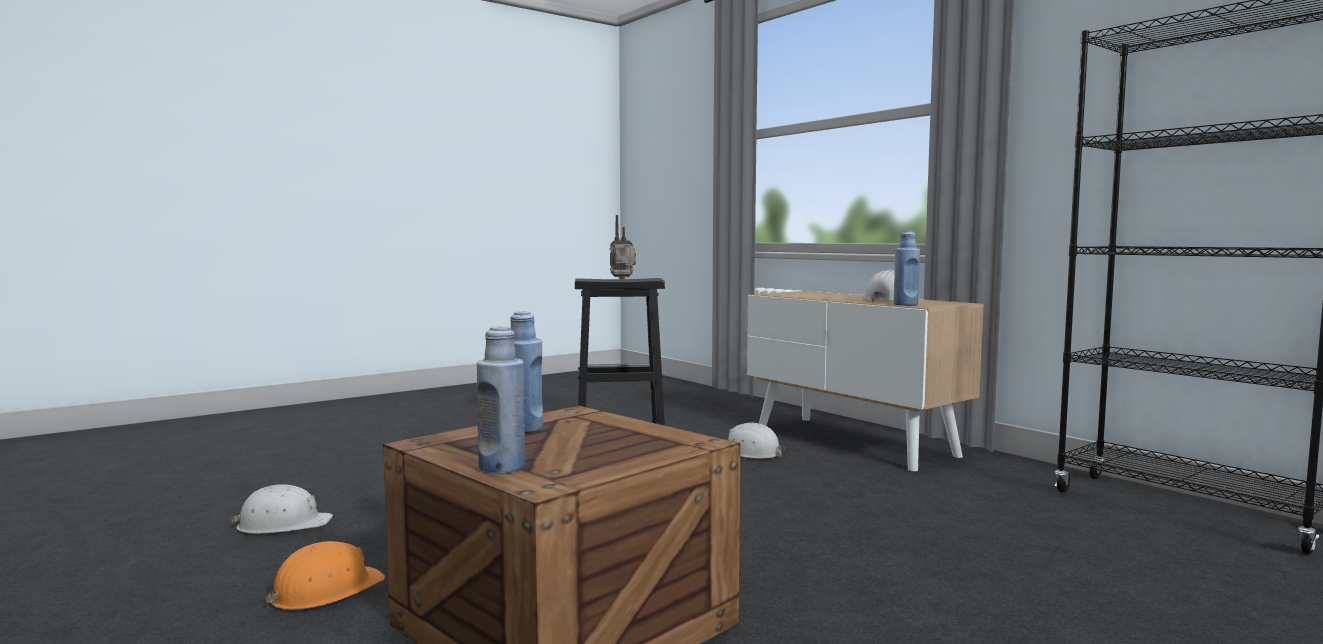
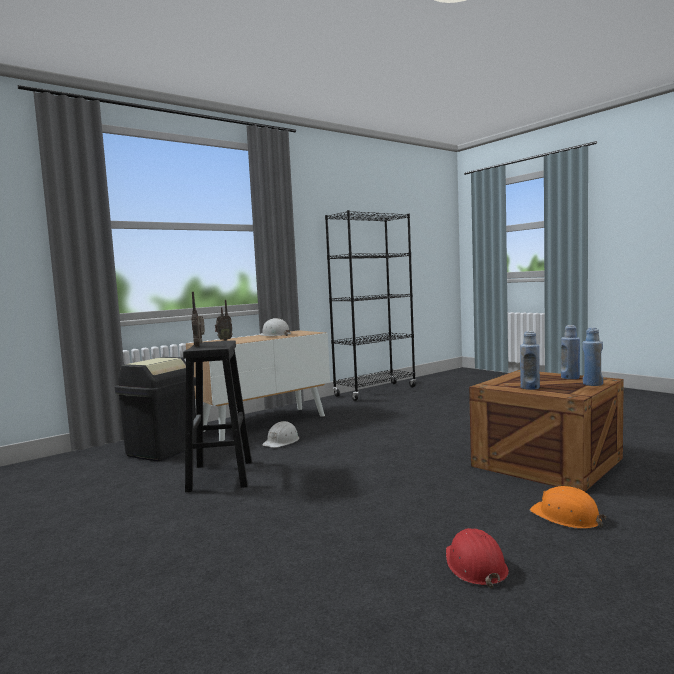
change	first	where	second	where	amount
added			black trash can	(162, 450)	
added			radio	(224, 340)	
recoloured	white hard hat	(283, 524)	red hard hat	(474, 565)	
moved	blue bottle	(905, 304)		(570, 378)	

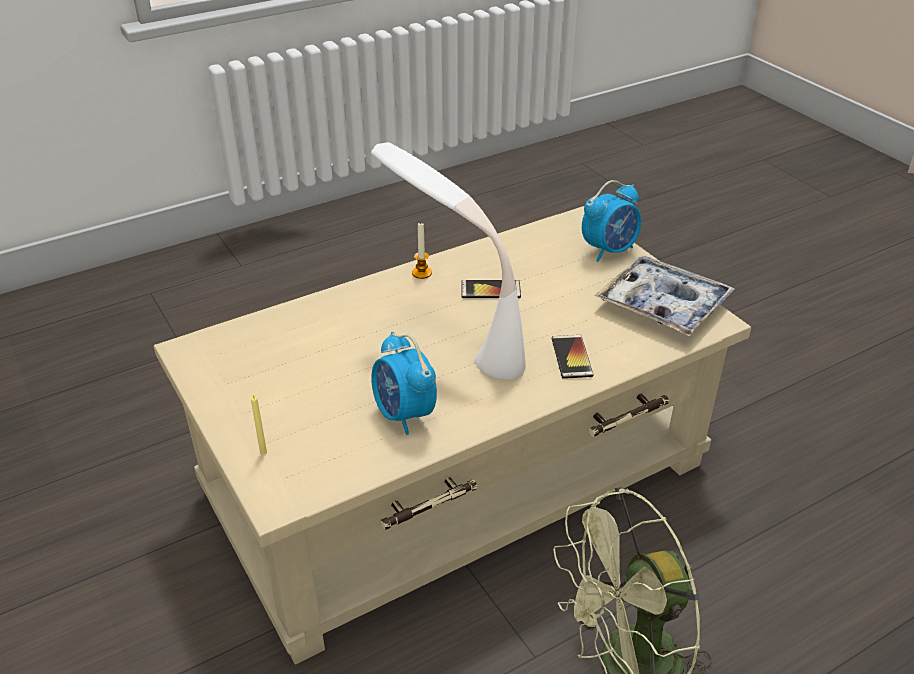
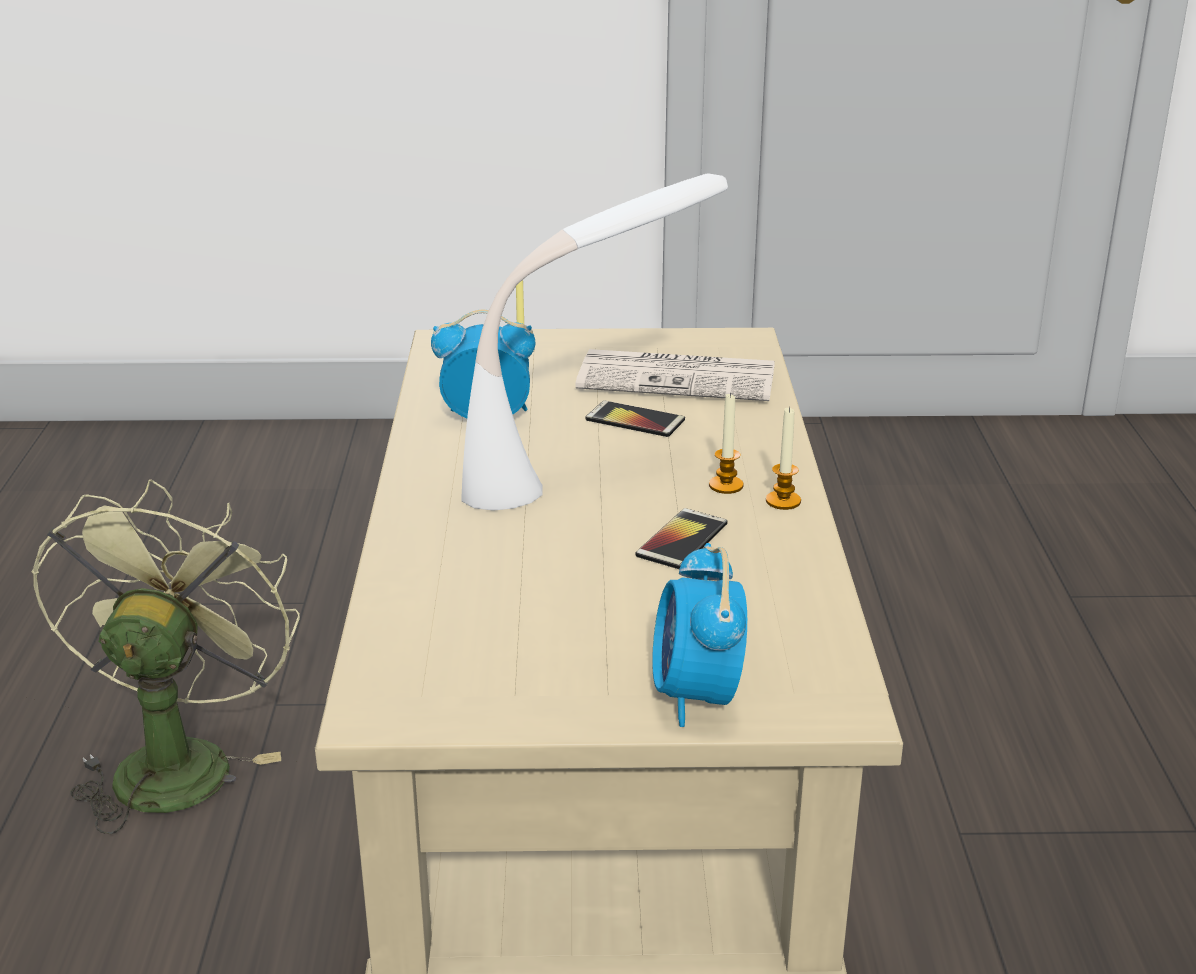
change	first	where	second	where	amount
added			newspaper	(680, 378)	
moved	phone	(571, 357)		(635, 420)	
added			candle	(726, 485)	
removed	tray	(663, 305)			

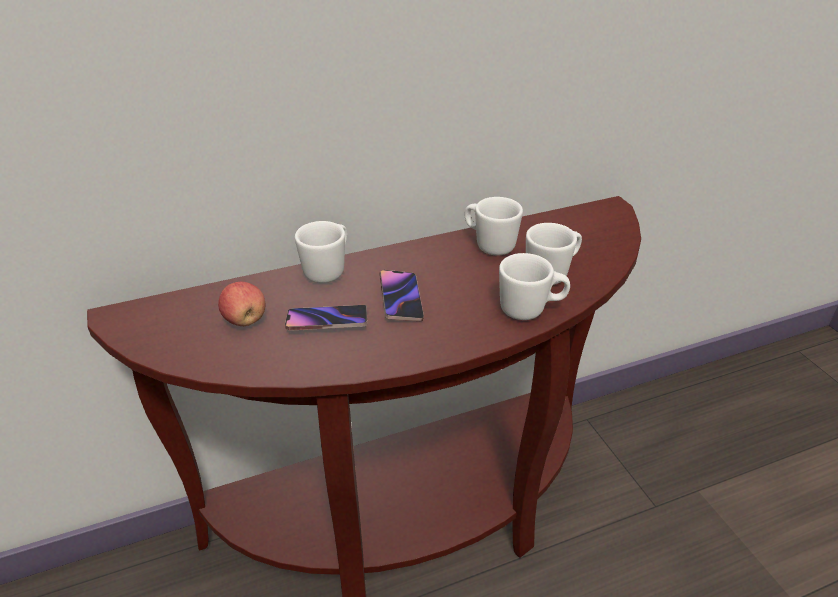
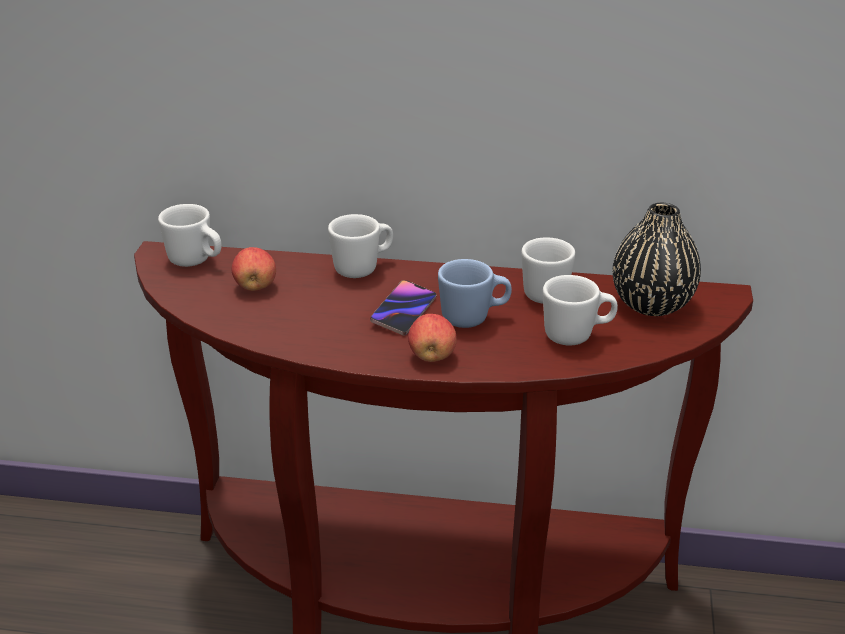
change	first	where	second	where	amount
moved	white mug	(530, 310)		(196, 261)	
added			apple	(432, 356)	
added			blue mug	(474, 318)	
added			black vase	(652, 304)	
removed	phone	(327, 321)			

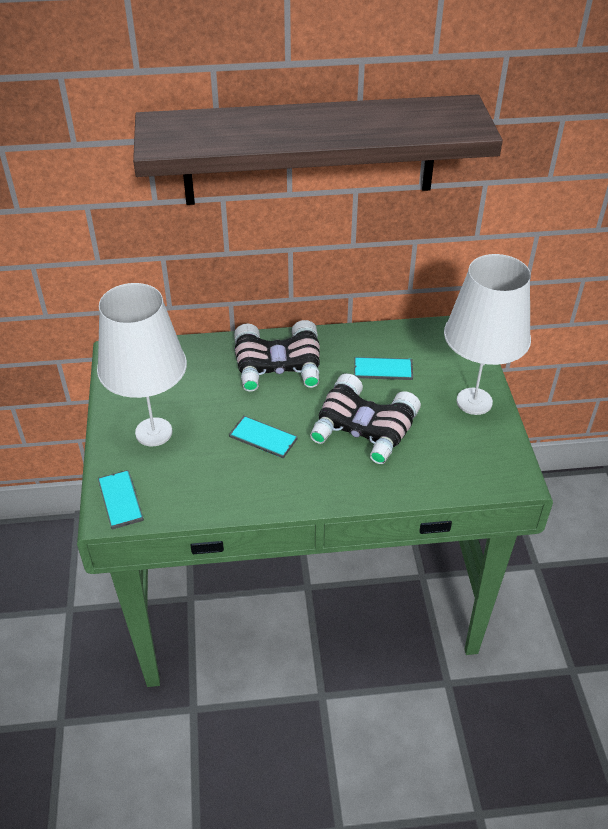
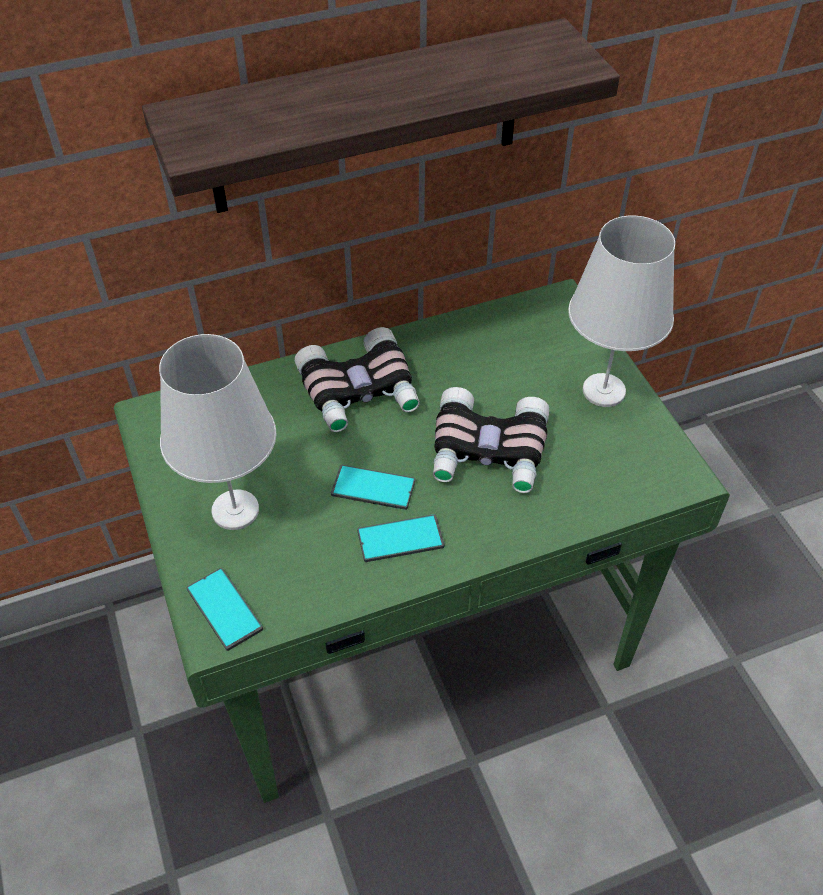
change	first	where	second	where	amount
moved	phone	(383, 369)		(400, 539)	

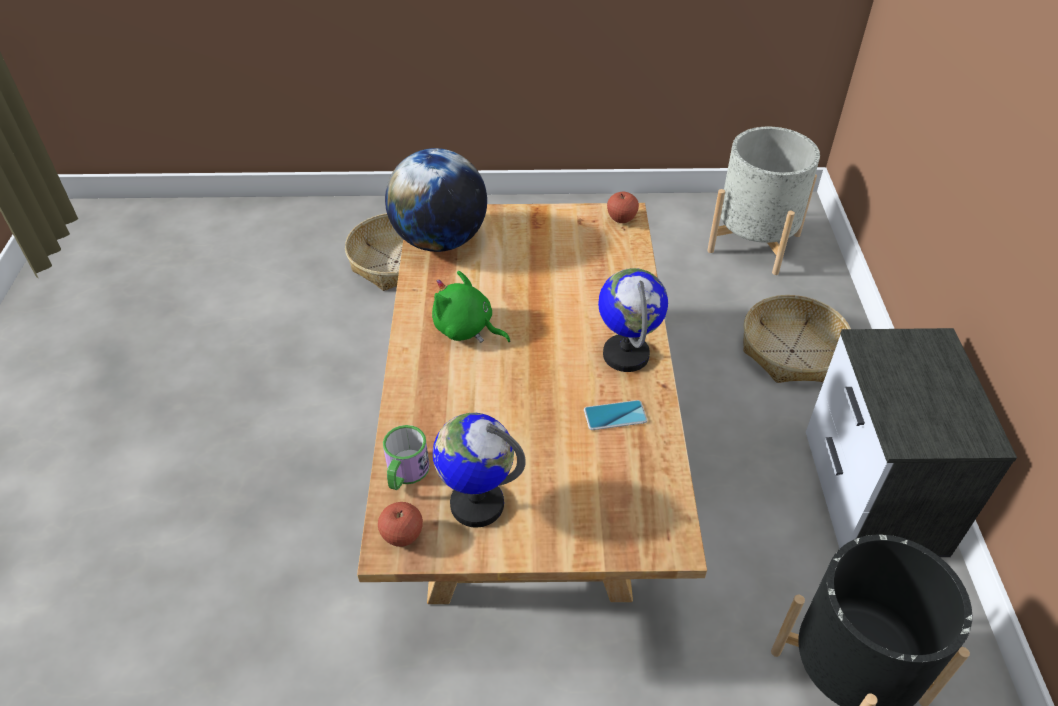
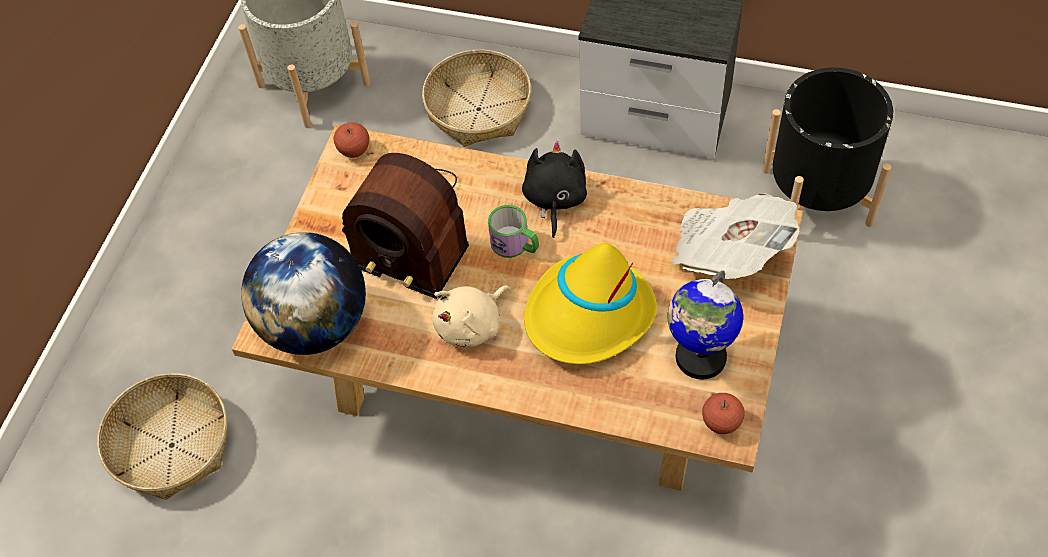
change	first	where	second	where	amount
added			radio	(406, 232)	
recoloured	green plush toy	(466, 329)	beige plush toy	(472, 325)	
moved	mug	(405, 473)		(515, 245)	
replaced	globe	(626, 354)	black plush toy	(554, 199)	
added			yellow hat	(589, 315)	
added			newspaper	(729, 252)	
removed	phone	(615, 416)			

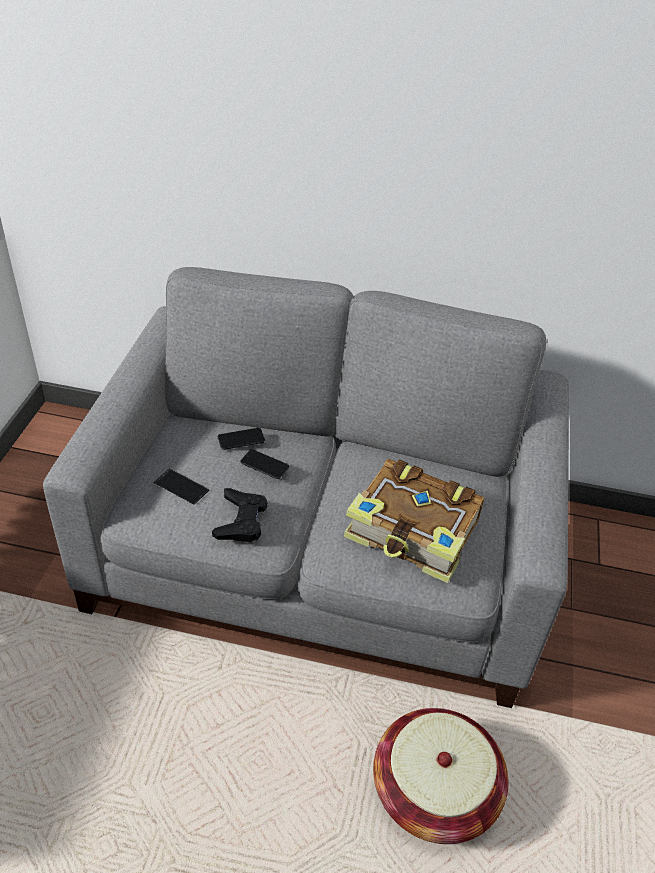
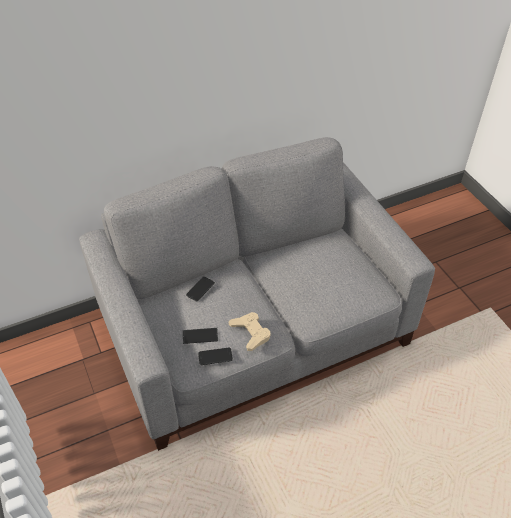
change	first	where	second	where	amount
moved	phone	(264, 465)		(215, 356)	
recoloured	black game controller	(241, 520)	beige game controller	(250, 333)	
removed	book	(414, 532)			
removed	basket	(434, 791)			

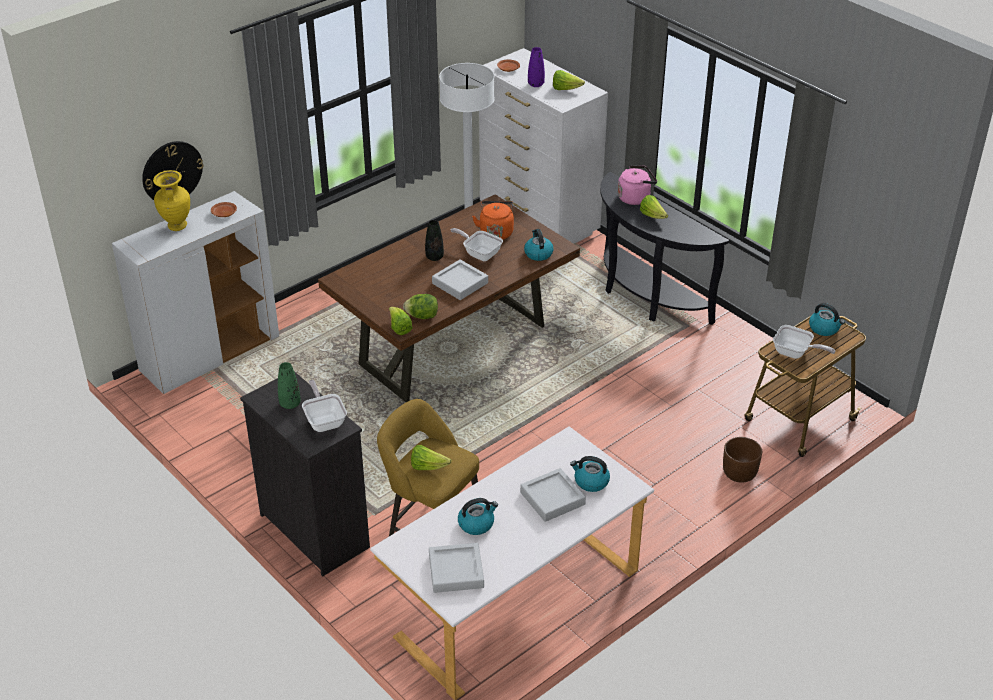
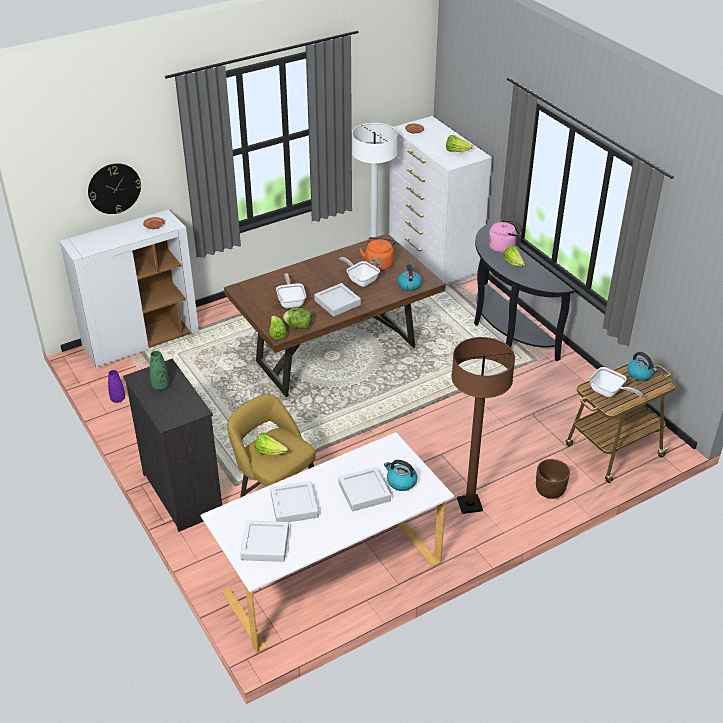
change	first	where	second	where	amount
moved	purple vase	(536, 84)		(118, 399)	
replaced	kettle	(476, 524)	grey tray	(294, 505)	
moved	frying pan	(324, 420)		(291, 301)	
added			brown floor lamp	(469, 505)	
removed	yellow vase	(176, 226)			
removed	black vase	(434, 257)			

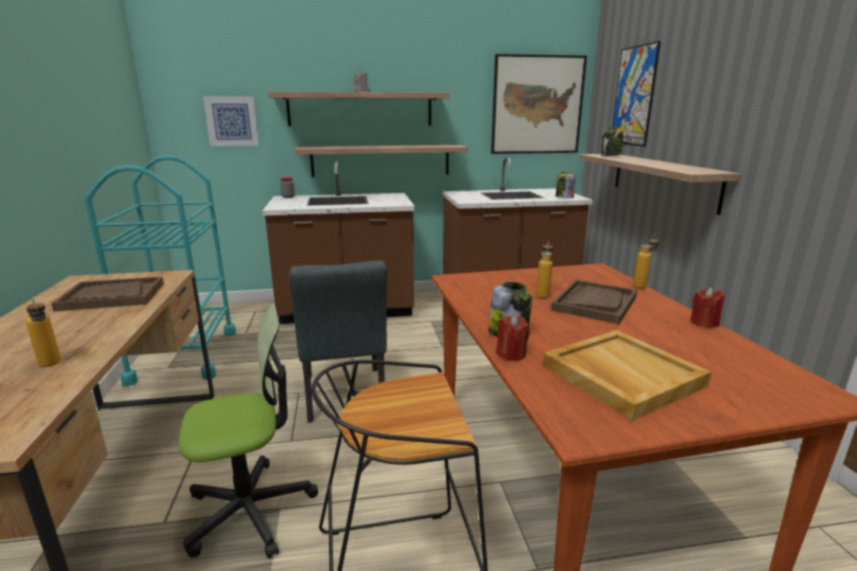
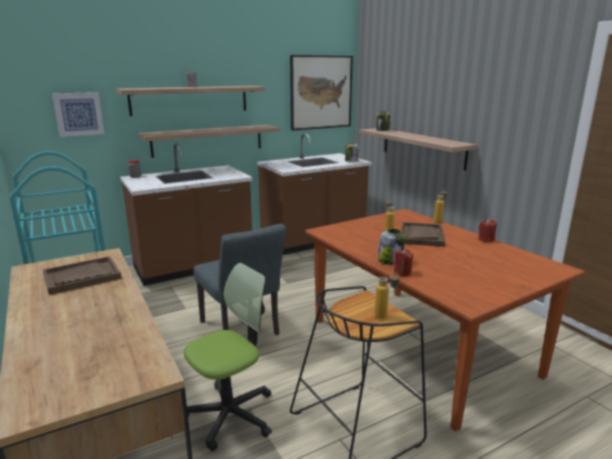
change	first	where	second	where	amount
moved	bottle	(51, 366)		(385, 317)	
removed	beige tray	(620, 375)			
removed	picture	(634, 96)			

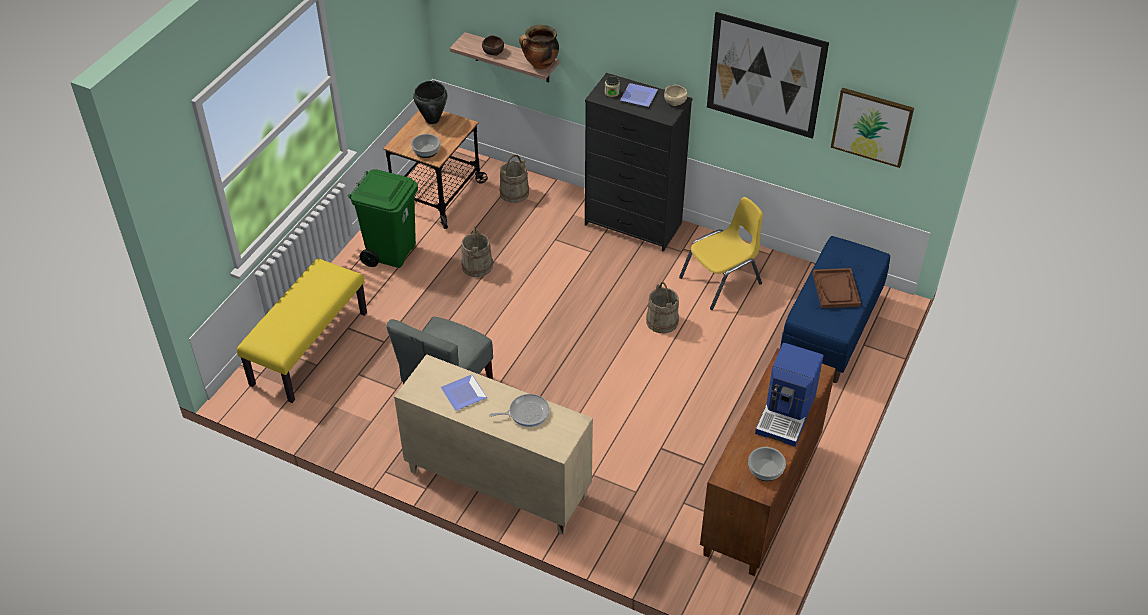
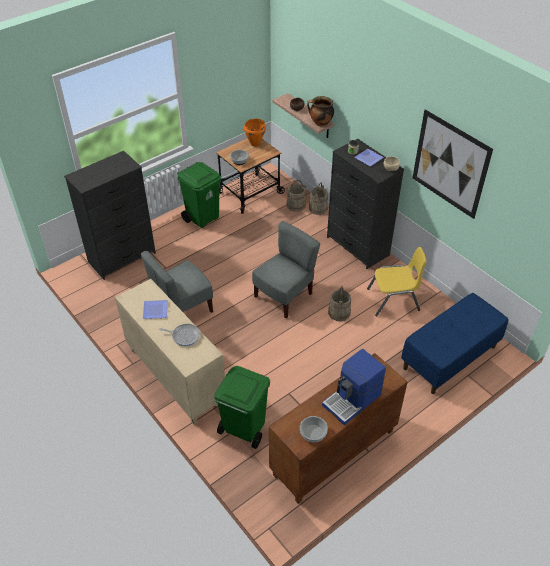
change	first	where	second	where	amount
replaced	yellow bench	(309, 348)	black dresser	(122, 257)	
added			green trash can	(243, 429)	
recoloured	black cooking pot	(432, 120)	orange cooking pot	(255, 144)	
added			grey chair	(284, 296)	
moved	beige bucket	(477, 266)		(318, 208)	
removed	brown tray	(836, 289)			
removed	picture	(872, 126)			

